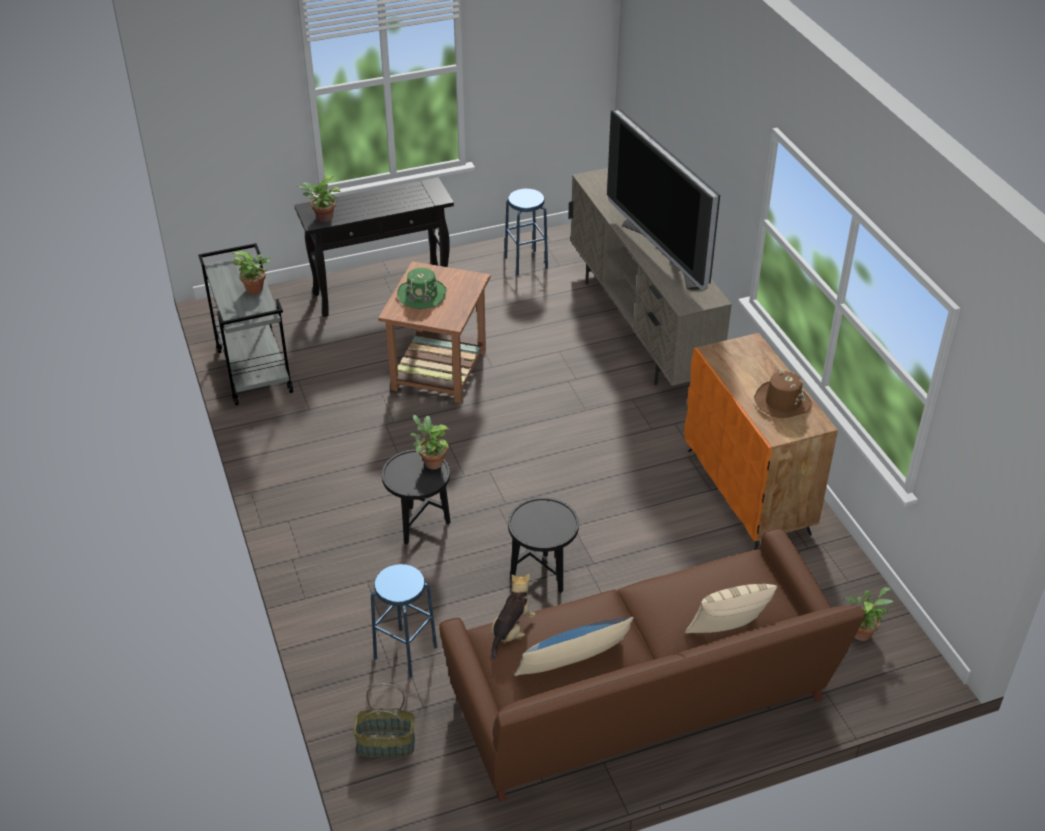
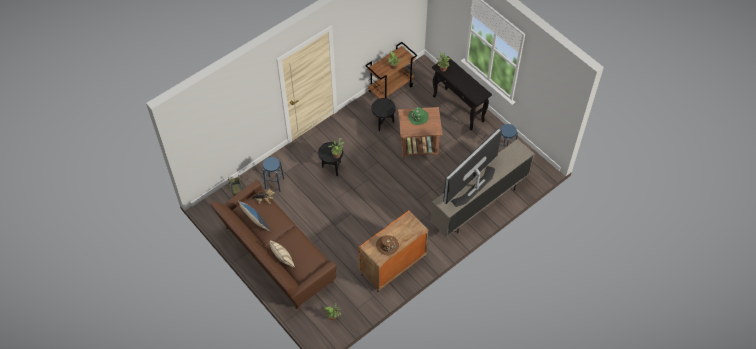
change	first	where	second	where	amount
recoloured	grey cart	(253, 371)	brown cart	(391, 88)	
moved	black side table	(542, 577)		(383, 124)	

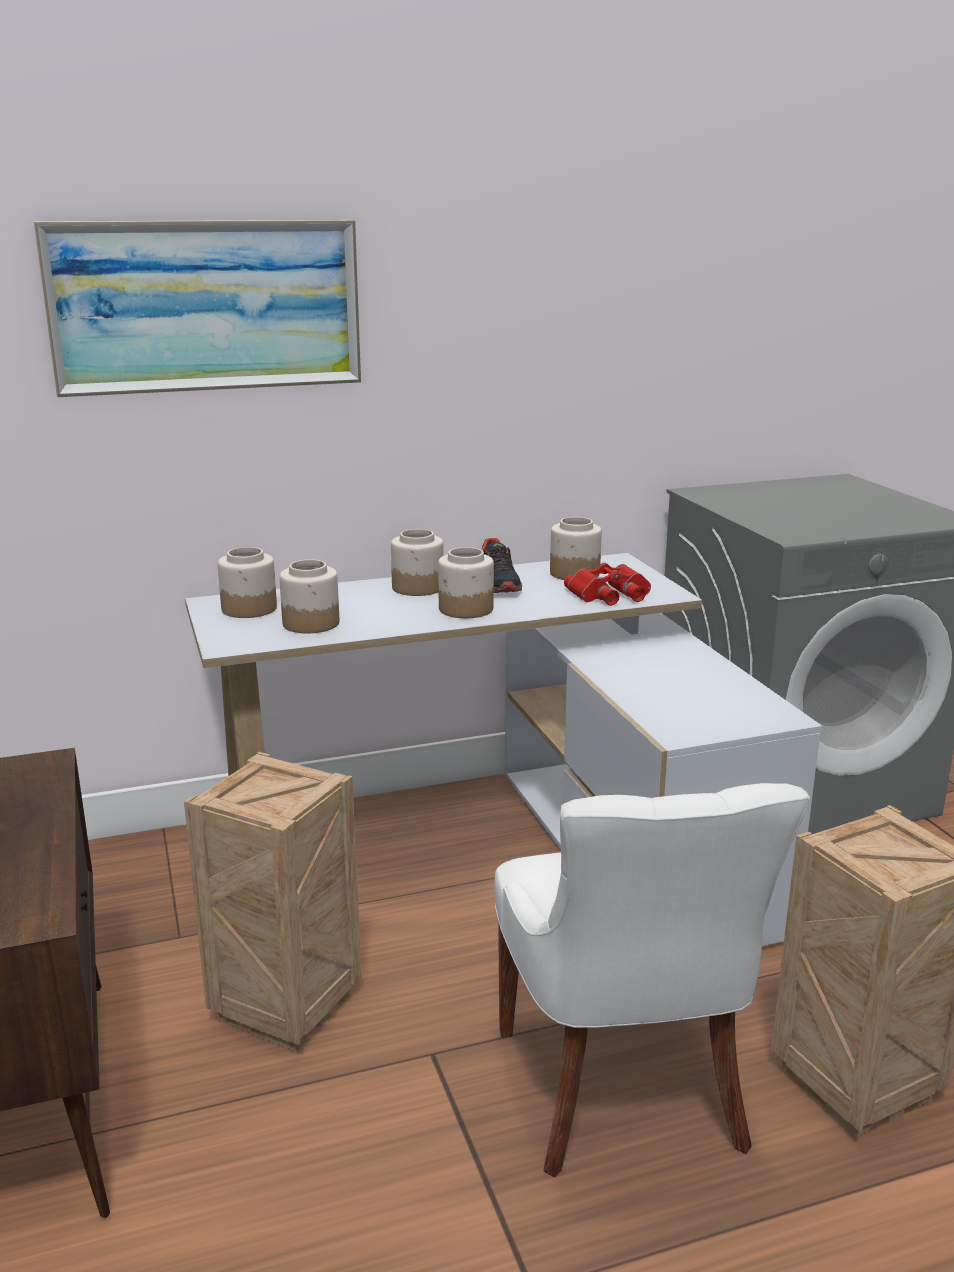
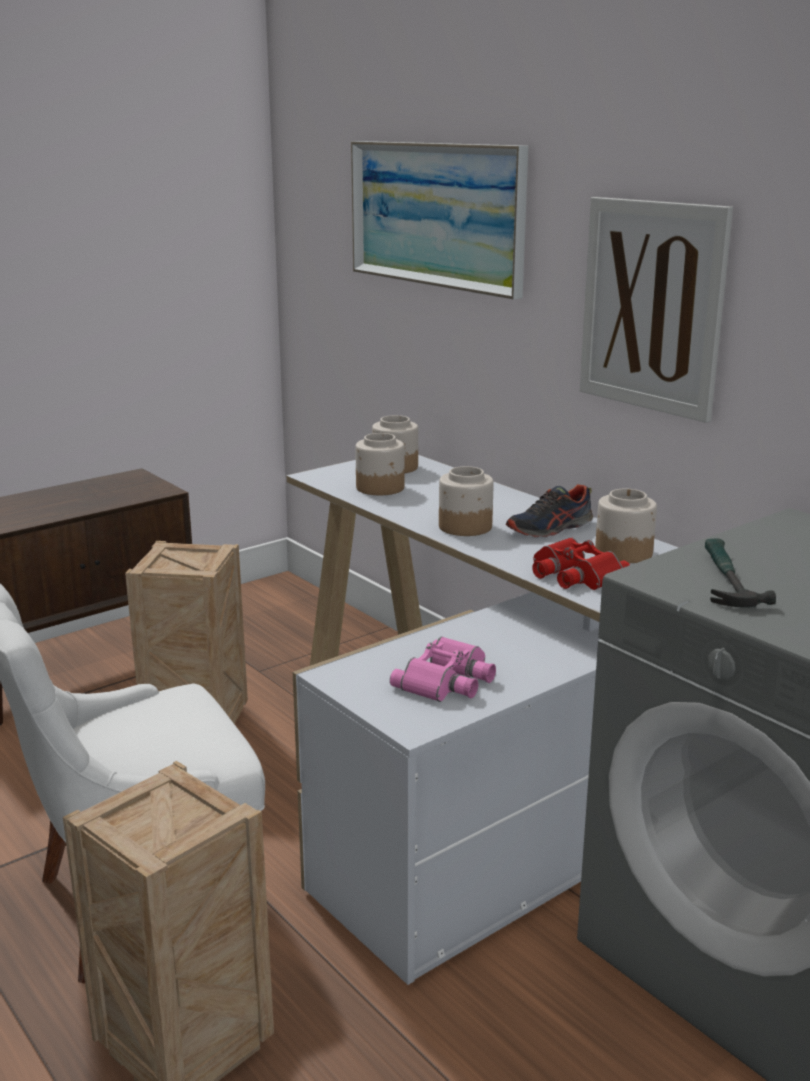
change	first	where	second	where	amount
added			pink binoculars	(448, 680)	
added			picture	(652, 306)	
added			hammer	(725, 580)	
removed	jar	(418, 587)			

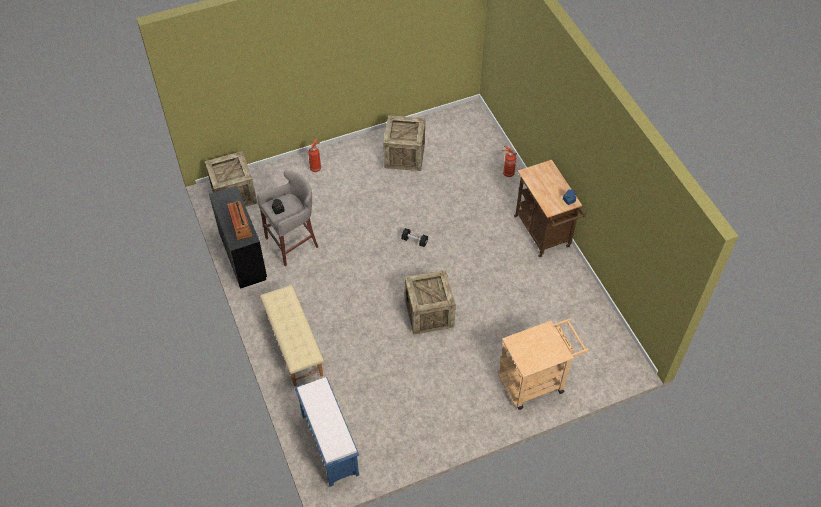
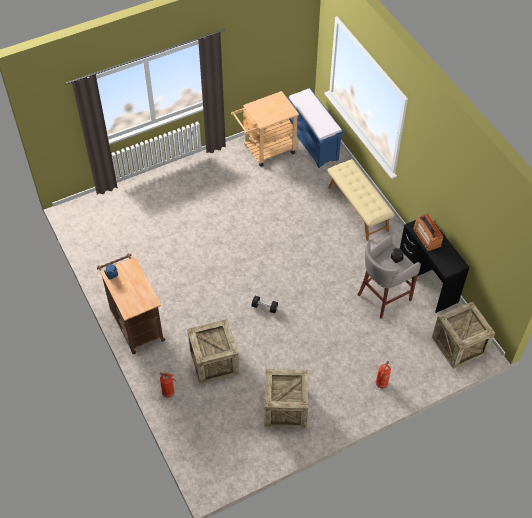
change	first	where	second	where	amount
moved	crate	(429, 313)		(214, 361)	
moved	beige cart	(536, 381)		(265, 150)	

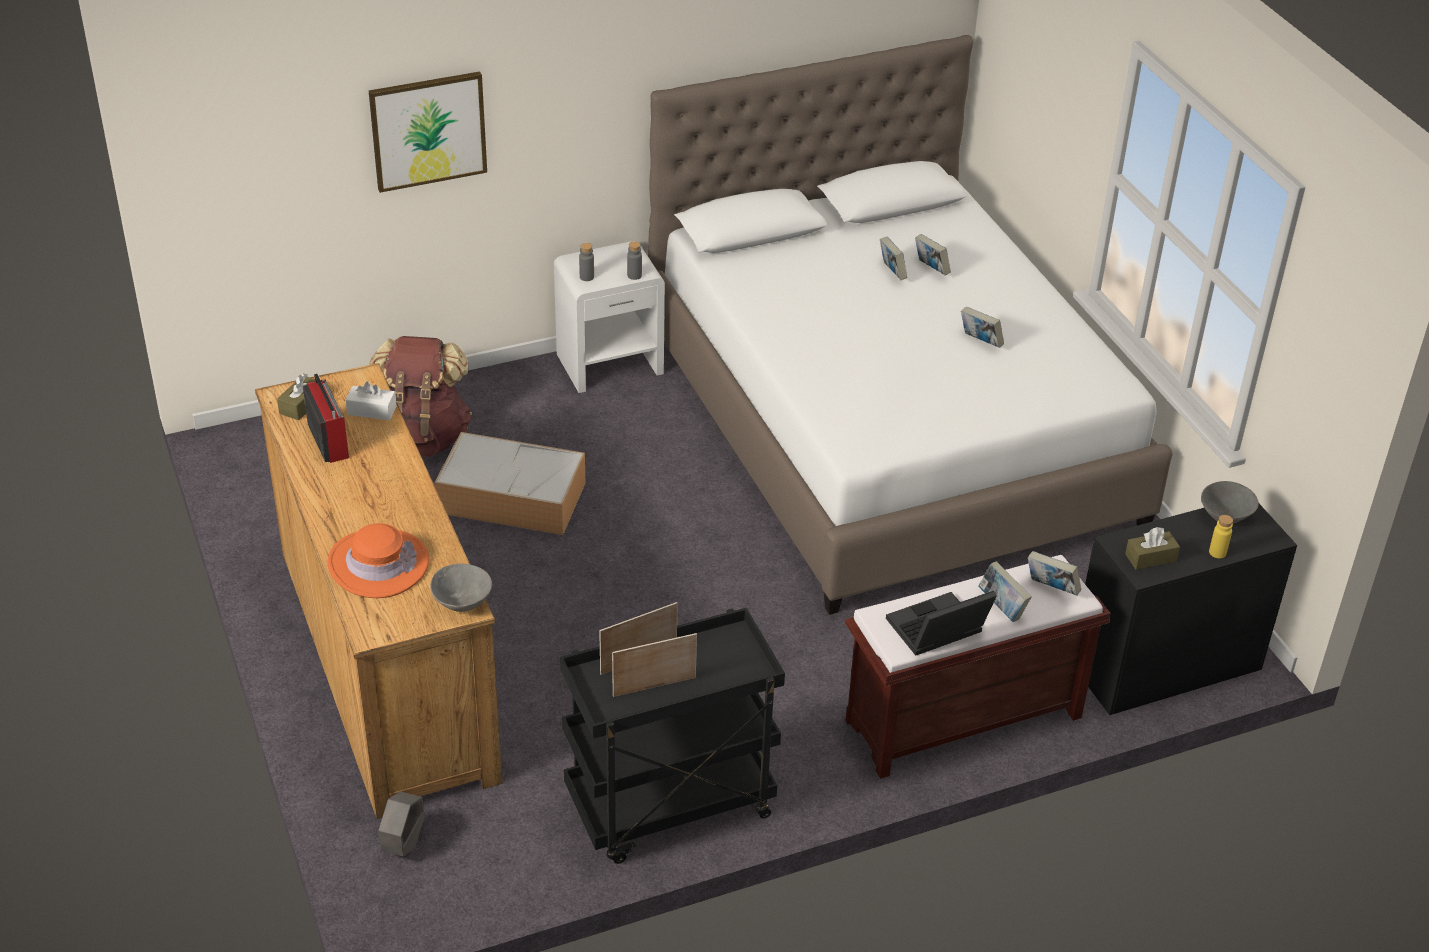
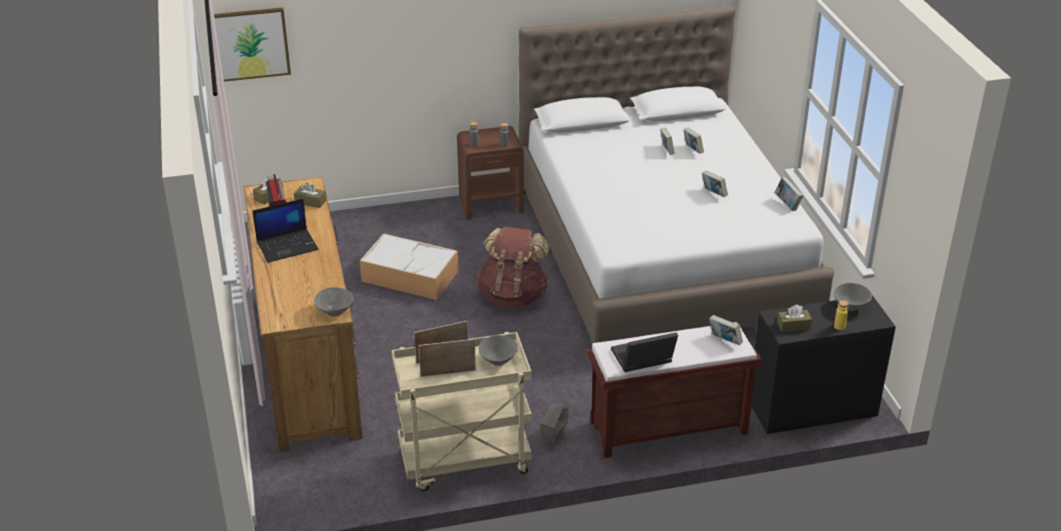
change	first	where	second	where	amount
moved	picture	(428, 130)		(250, 44)	
added			laptop	(288, 246)	
recoloured	white tissue box	(372, 410)	brown tissue box	(310, 202)	
recoloured	black cart	(669, 808)	beige cart	(464, 462)	
recoloured	white nightstand	(610, 363)	brown nightstand	(491, 204)	
moved	brown backpack	(420, 438)		(513, 296)	
added			grey bowl	(498, 360)	
moved	grey planter	(404, 844)		(554, 437)	
moved	book	(1002, 607)		(787, 204)	
removed	orange hat	(378, 564)			

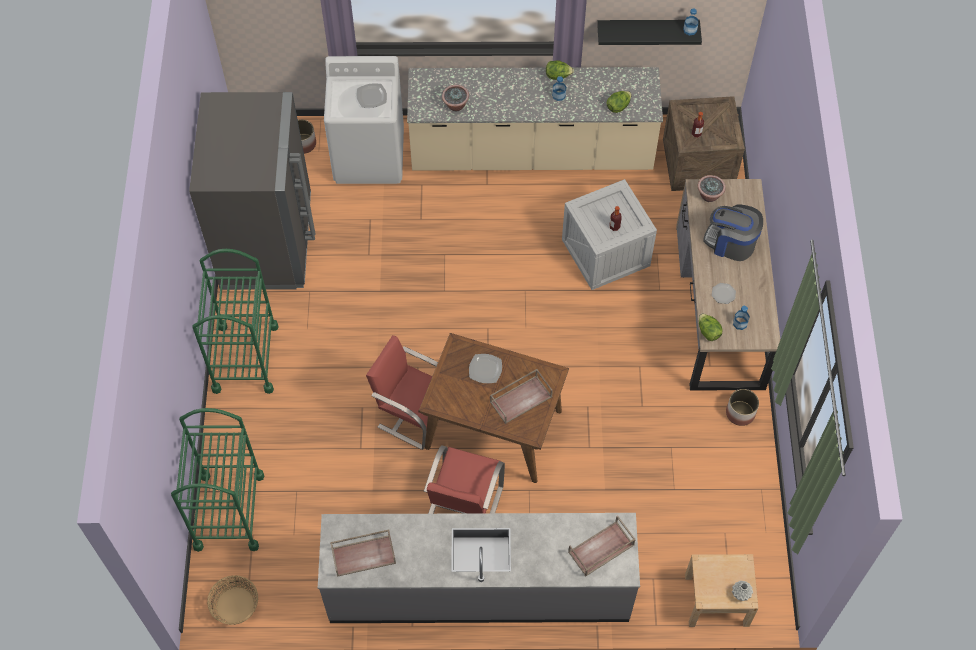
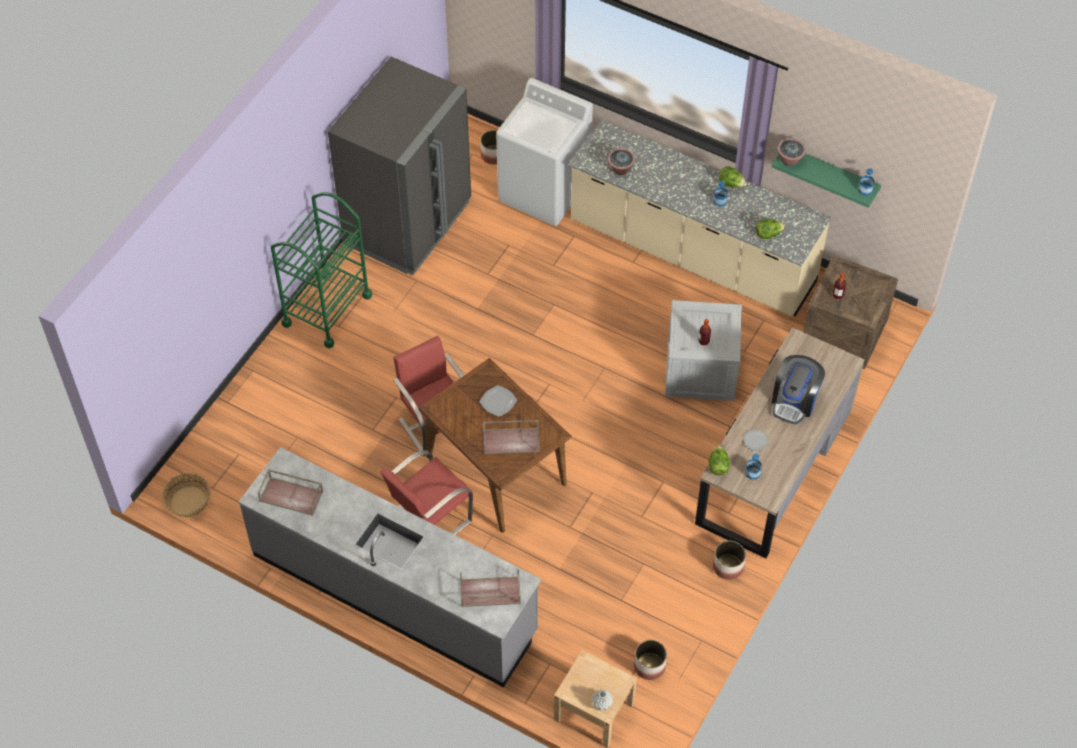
change	first	where	second	where	amount
added			planter	(649, 666)	
recoloured	black shelf	(647, 28)	green shelf	(831, 173)	
turned	coffee machine	(731, 243)		(794, 401)	120 degrees counterclockwise
moved	potted plant	(709, 195)		(789, 160)	
removed	green cart	(229, 511)			
removed	plate	(372, 96)			

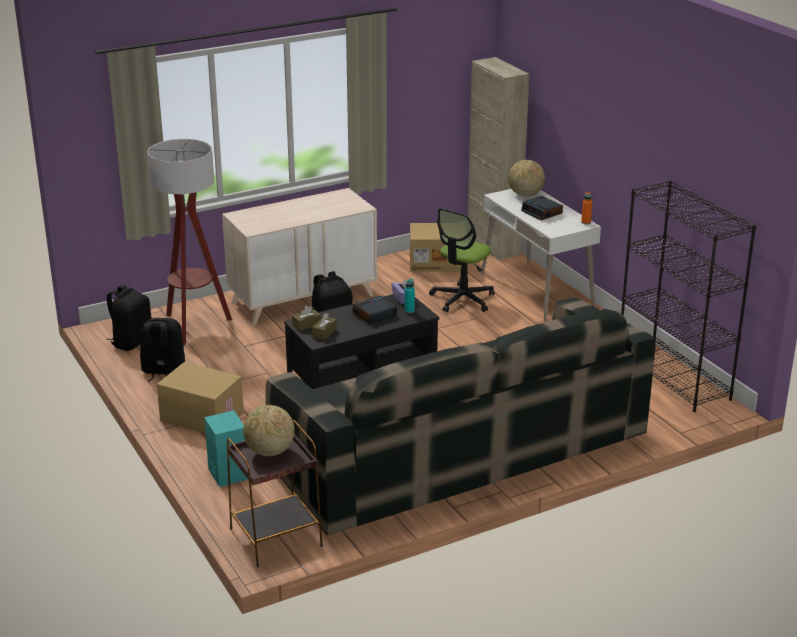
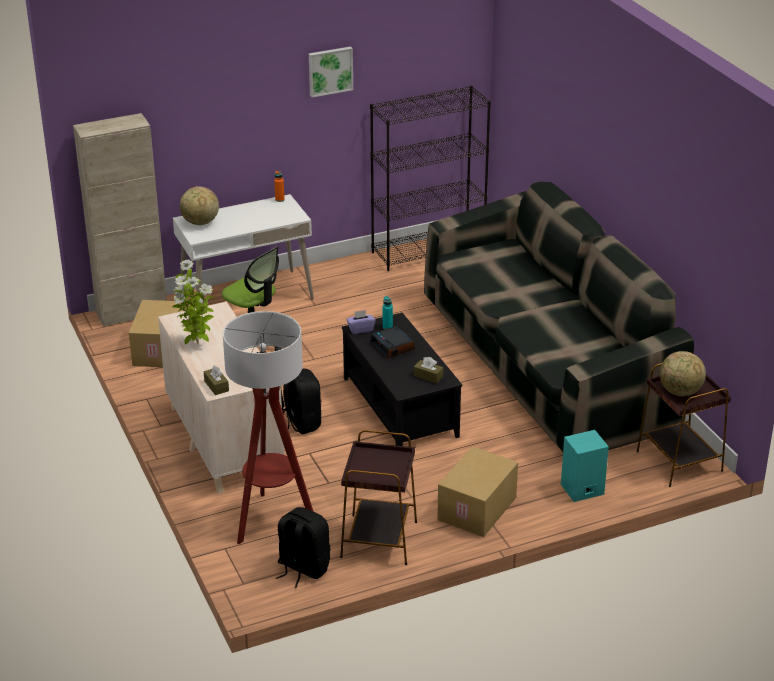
change	first	where	second	where	amount
added			potted plant	(196, 344)	
moved	brown tissue box	(306, 324)		(216, 386)	
added			picture	(330, 71)	
replaced	black backpack	(163, 371)	brown side table	(378, 540)	
removed	alarm clock	(542, 212)			

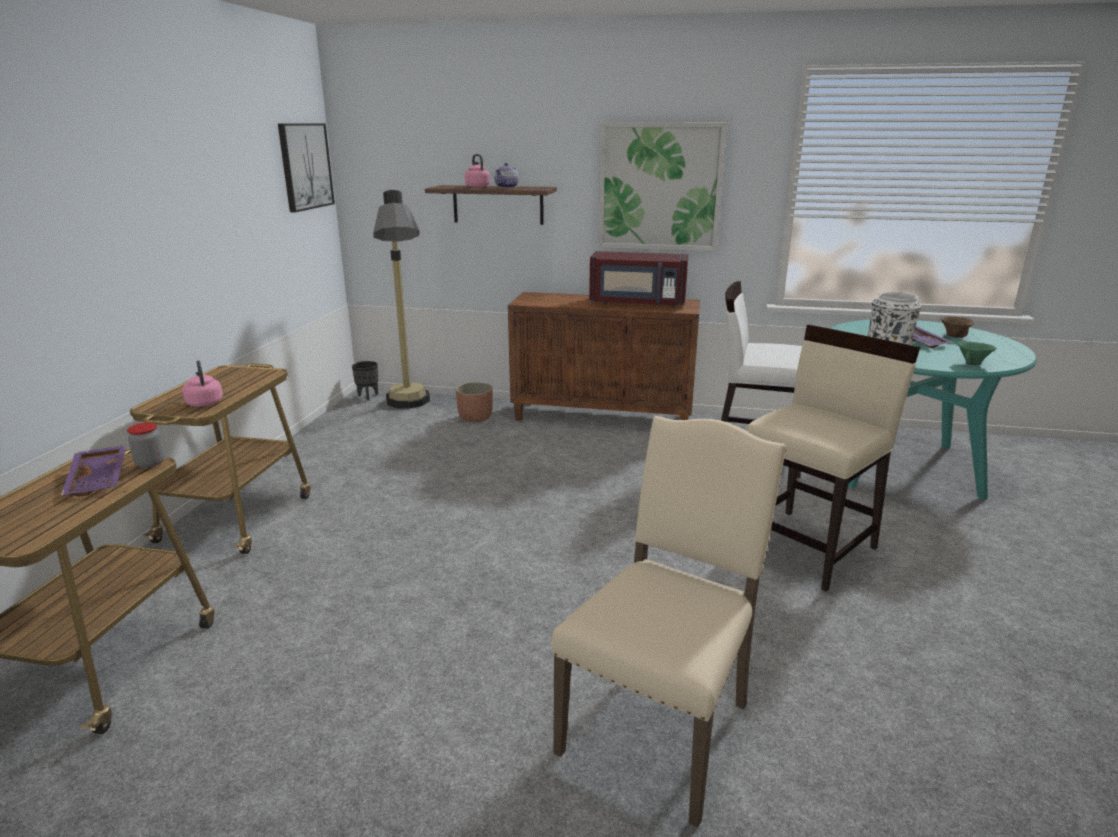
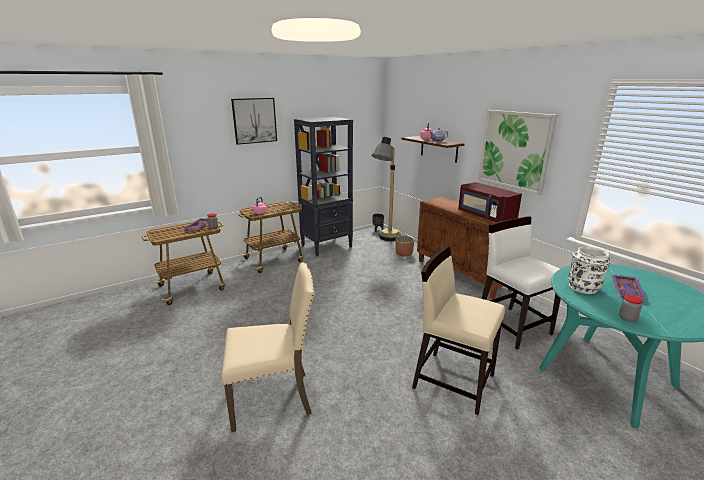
change	first	where	second	where	amount
moved	picture	(305, 166)		(254, 120)	
added			black bookcase	(327, 246)	
turned	beige chair	(807, 547)		(453, 380)	150 degrees counterclockwise
replaced	green bowl	(972, 364)	jar	(627, 318)	
removed	brown bowl	(953, 336)			

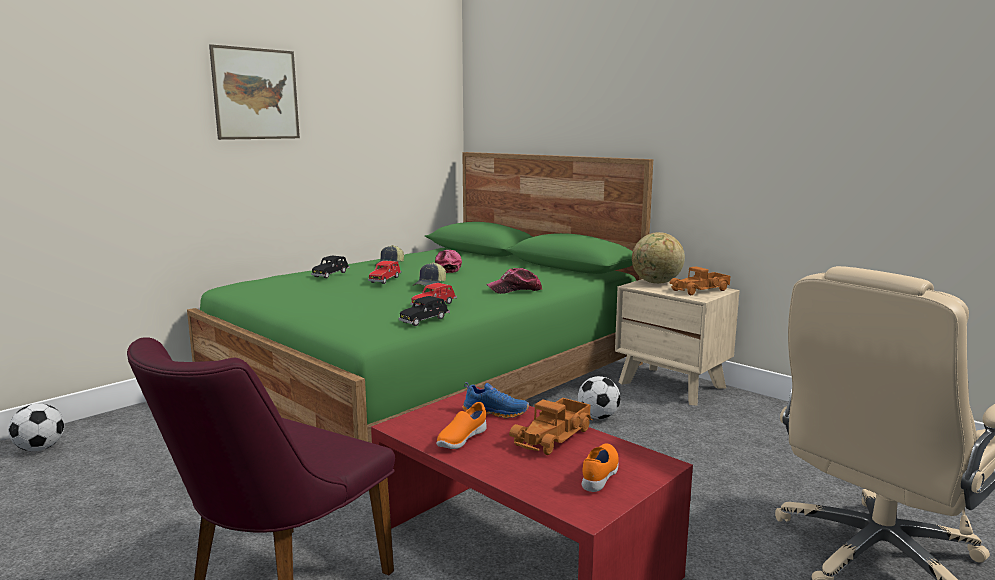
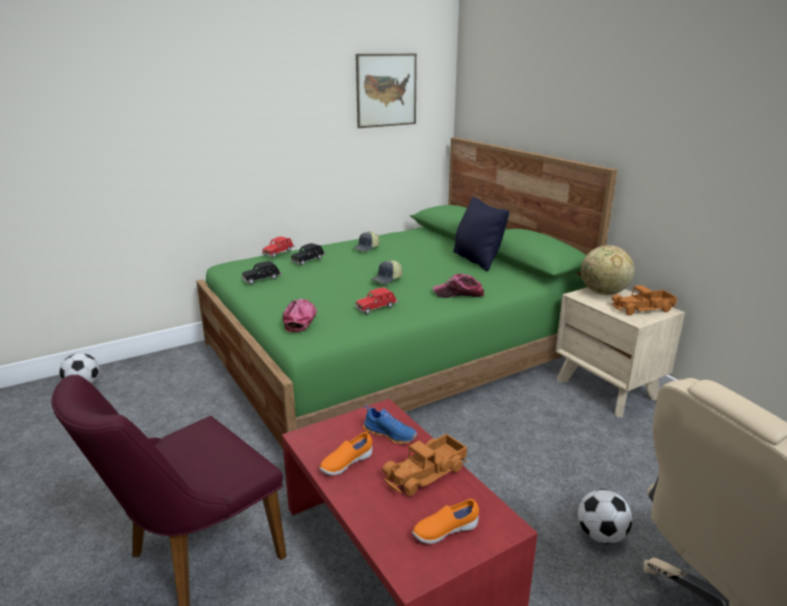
change	first	where	second	where	amount
moved	black toy car	(424, 320)		(262, 279)	
moved	red toy car	(385, 280)		(278, 253)	
moved	cap	(447, 268)		(300, 320)	
moved	picture	(256, 94)		(386, 90)	
turned	orange shoe	(600, 476)		(444, 531)	150 degrees counterclockwise
added			black pillow	(477, 260)	
moved	football	(598, 417)		(601, 535)	

